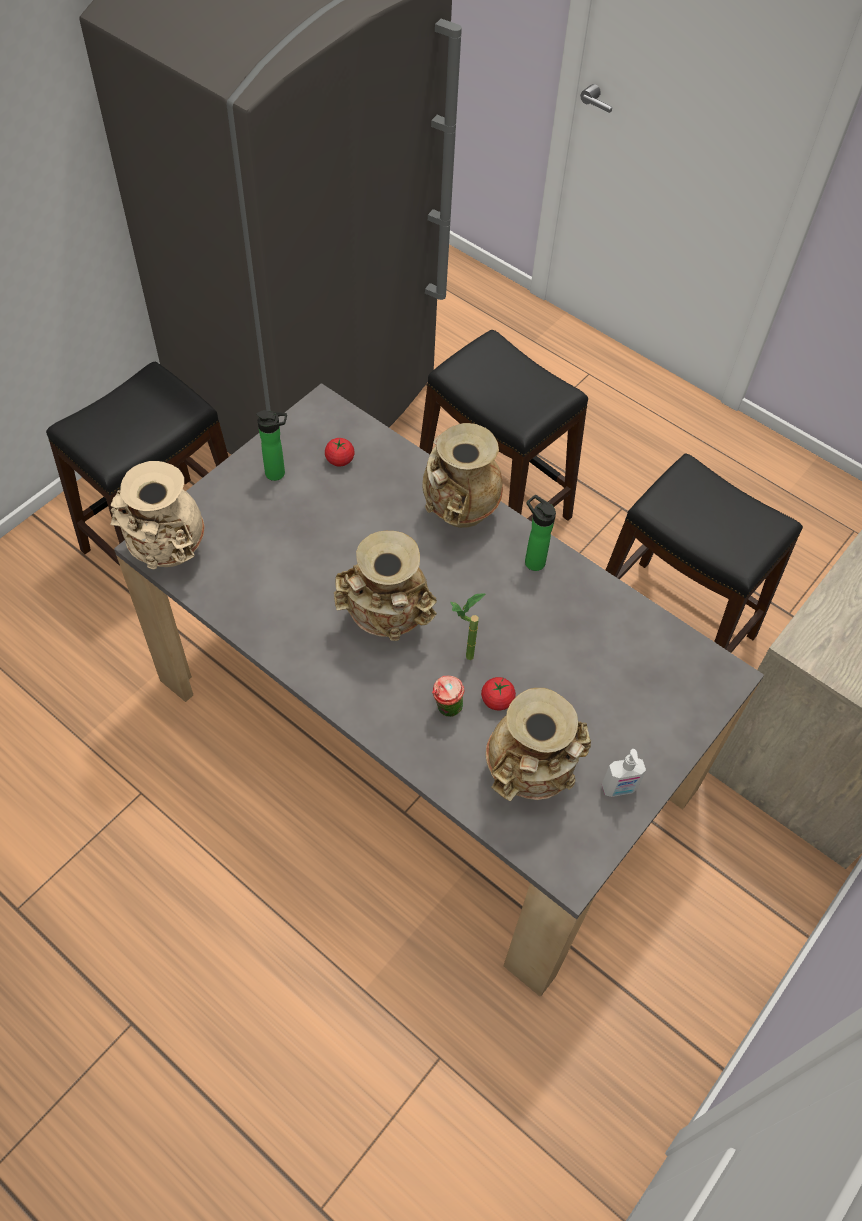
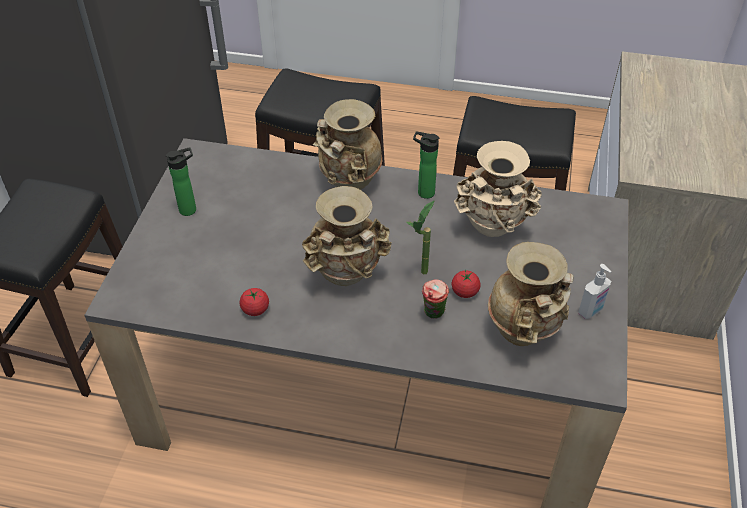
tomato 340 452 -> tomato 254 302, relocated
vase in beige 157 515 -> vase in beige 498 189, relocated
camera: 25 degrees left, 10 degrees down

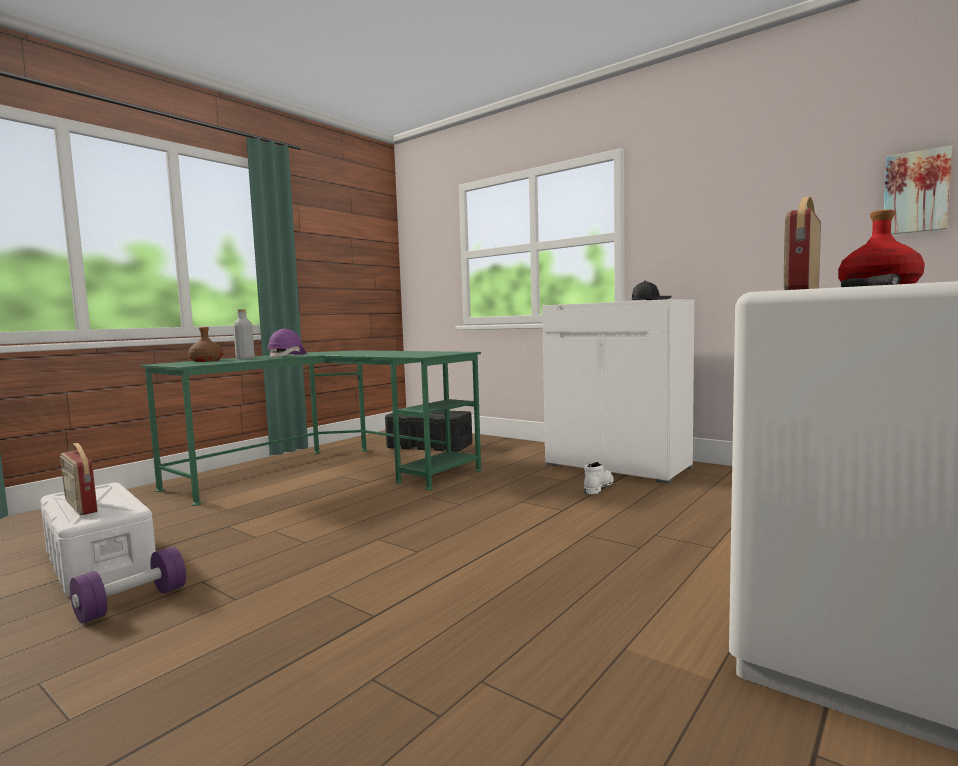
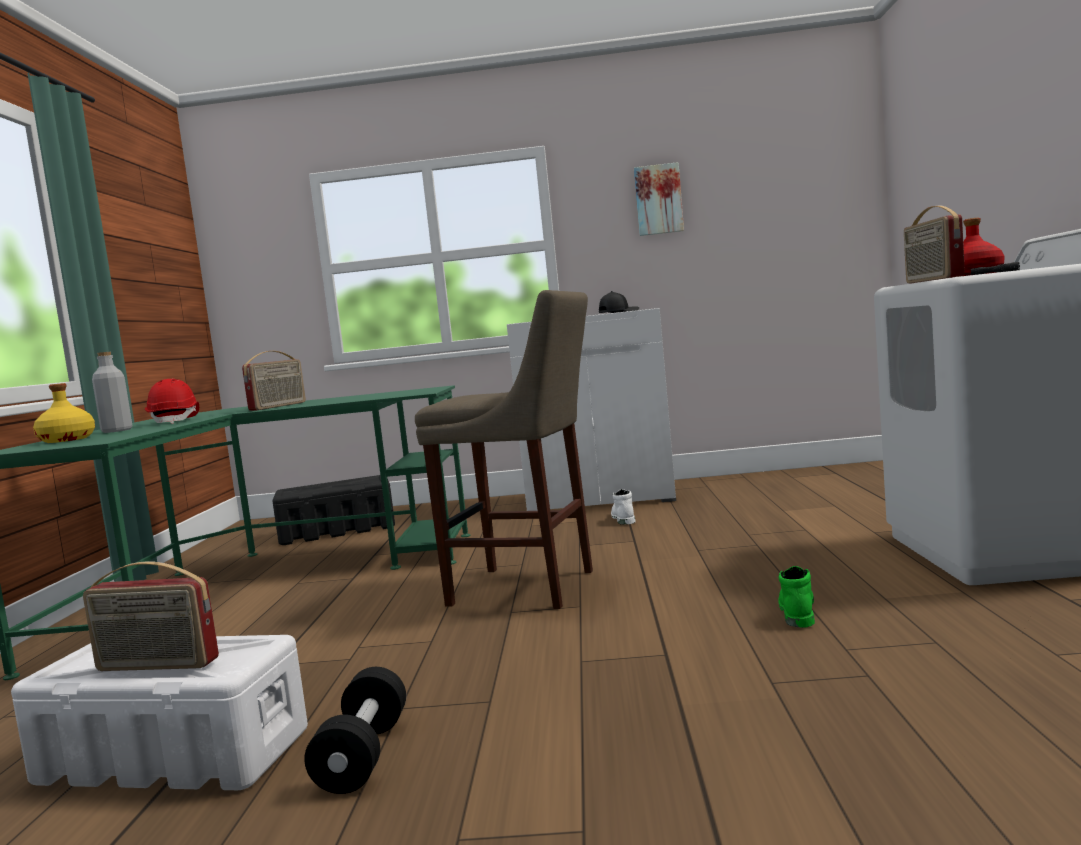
bottle in brown 205 344 -> bottle in yellow 64 413
hard hat in purple 286 343 -> hard hat in red 172 401
none -> radio 274 381
dumbbell in purple 128 585 -> dumbbell in black 355 730
none -> stool in beige 504 449
picture 918 189 -> picture 659 199, relocated
none -> boot in green 796 597
camera: 35 degrees left, 0 degrees up

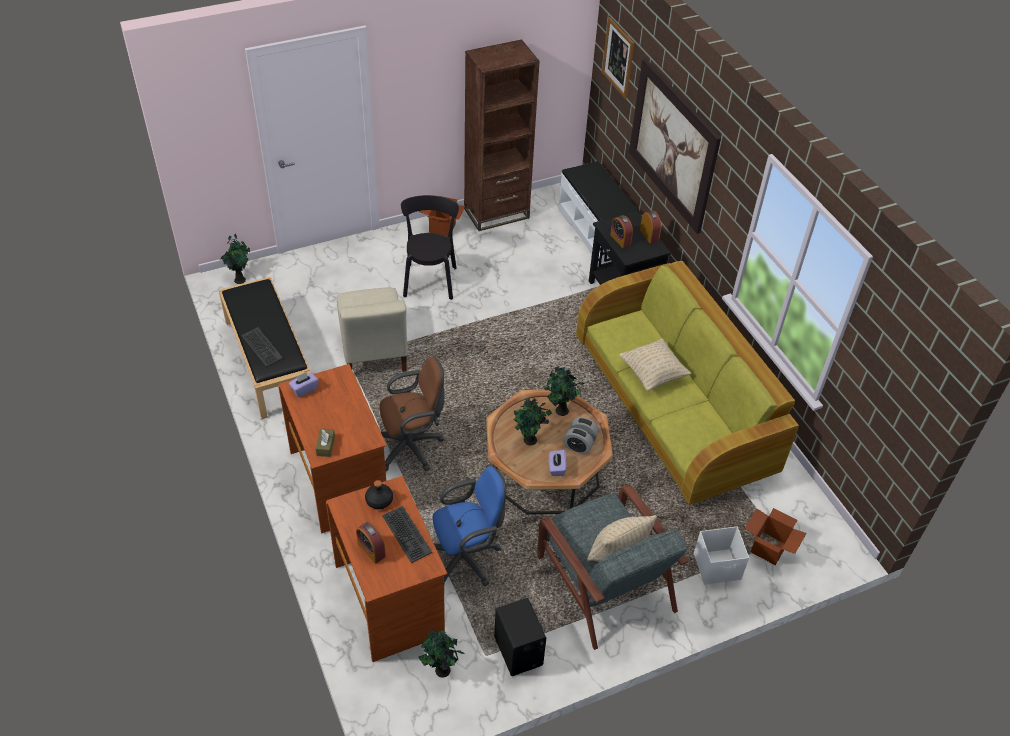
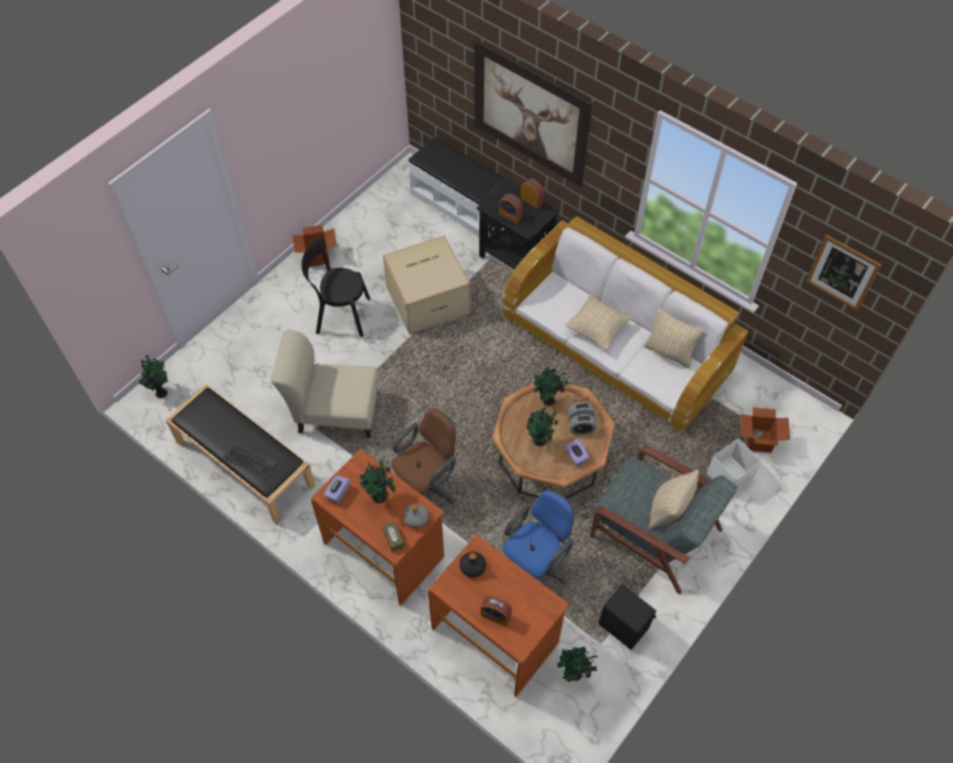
chair in beige 372 330 -> chair in beige 325 384, 135 degrees clockwise
chair in black 430 247 -> chair in black 335 287, 60 degrees counterclockwise
none -> potted plant 378 482
none -> cardboard box 426 285
none -> bottle in grey 416 516
sofa in green 687 383 -> sofa in white 625 324
none -> pillow in beige 674 339
picture 618 58 -> picture 844 273, relocated
keyboard 407 534 -> none
bookcase in brown 502 135 -> none
camera: 25 degrees left, 10 degrees up

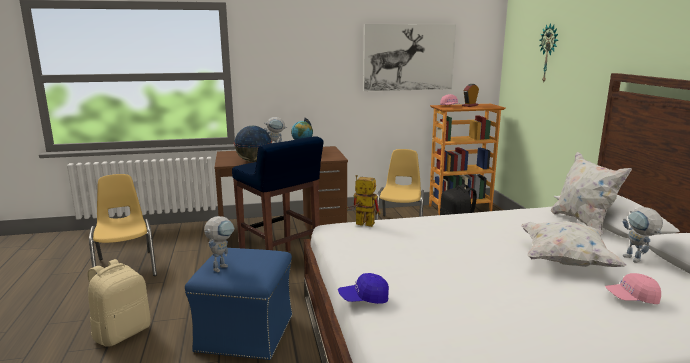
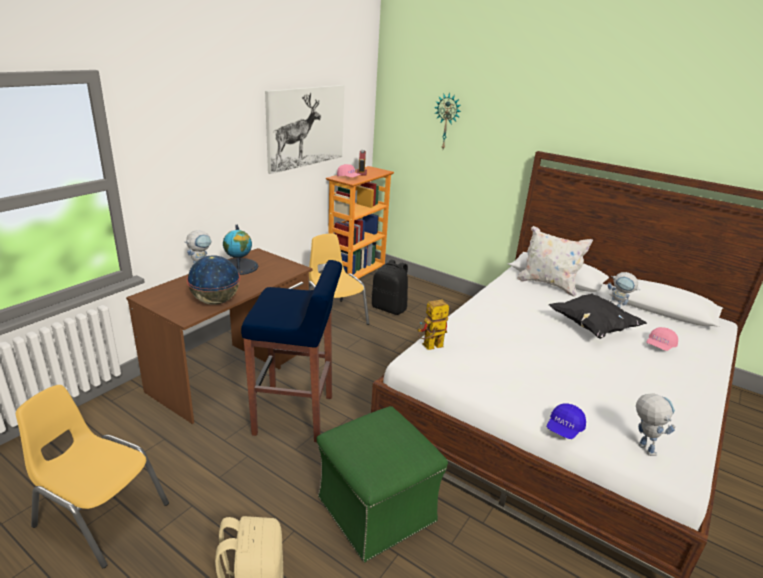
ottoman in blue 238 304 -> ottoman in green 382 484
pillow in white 573 244 -> pillow in black 598 316
toy robot 219 244 -> toy robot 656 424, relocated
camera: 45 degrees left, 10 degrees up

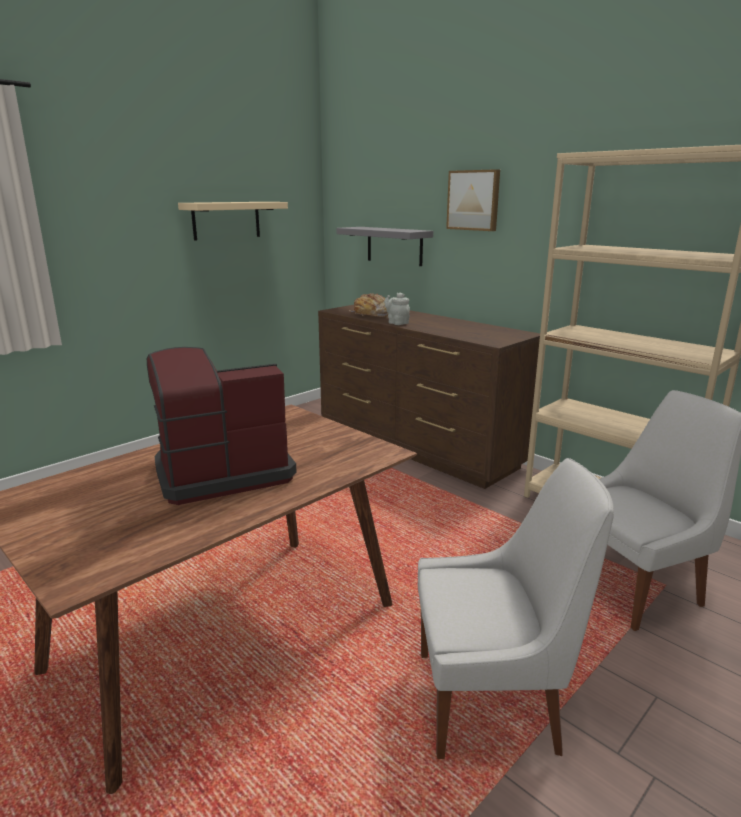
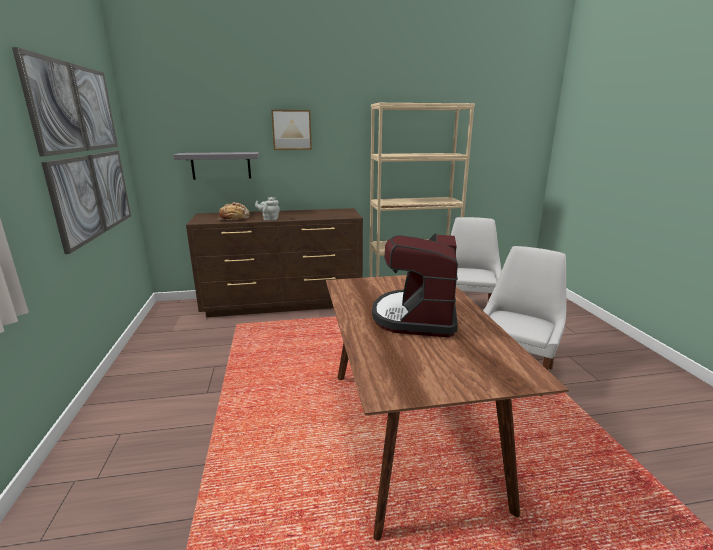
shelf in beige 233 221 -> picture 71 150
camera: 55 degrees left, 0 degrees up

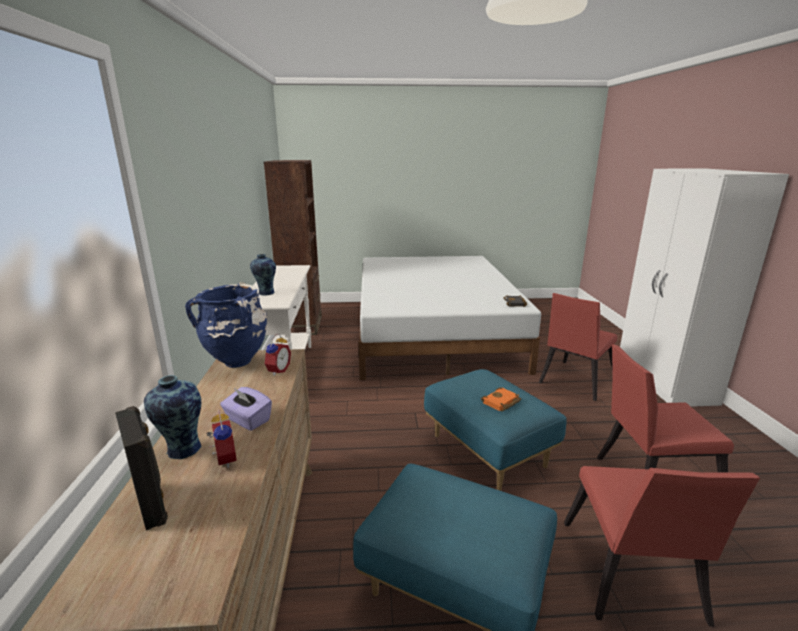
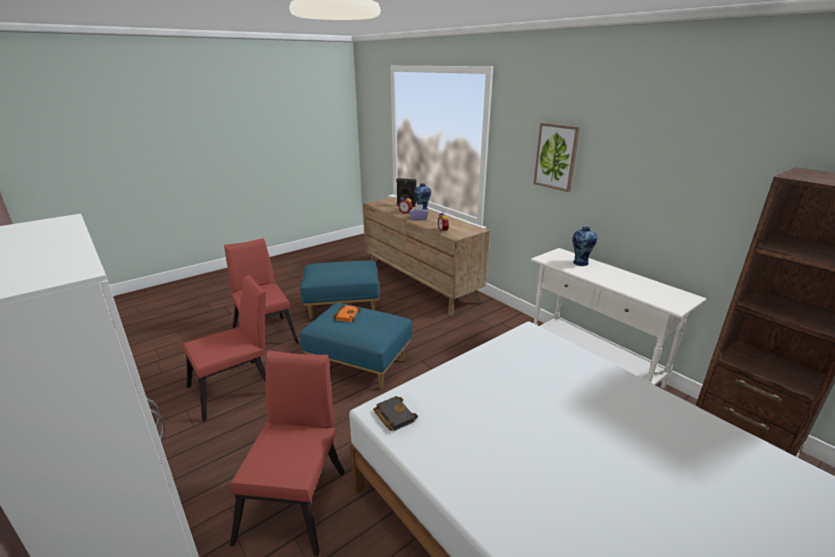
none -> picture 557 157
vase in blue 226 325 -> none
camera: 145 degrees right, 5 degrees up

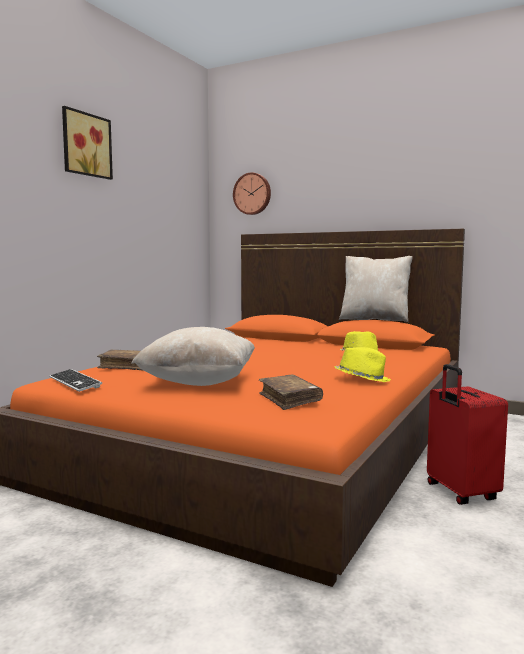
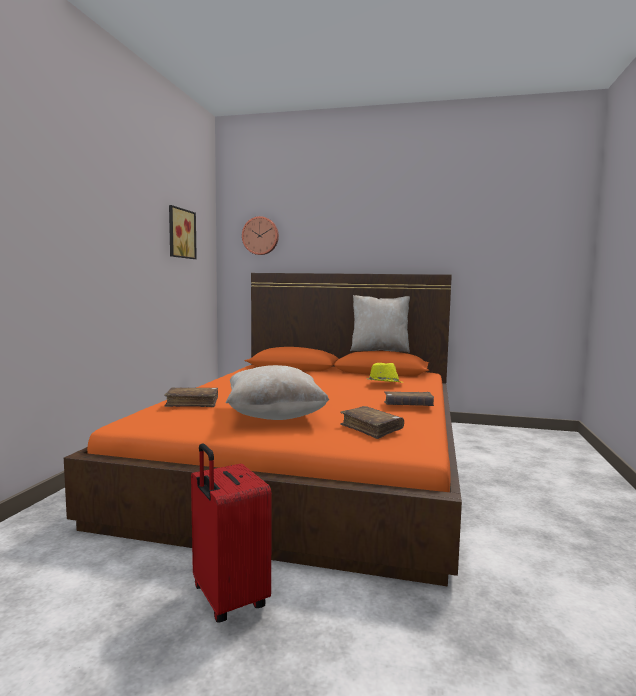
picture 87 143 -> picture 183 232, relocated
suitcase in red 467 434 -> suitcase in red 231 532, relocated
hat in yellow 362 364 -> book in brown 409 398
keyboard 76 380 -> none
camera: 15 degrees left, 0 degrees up

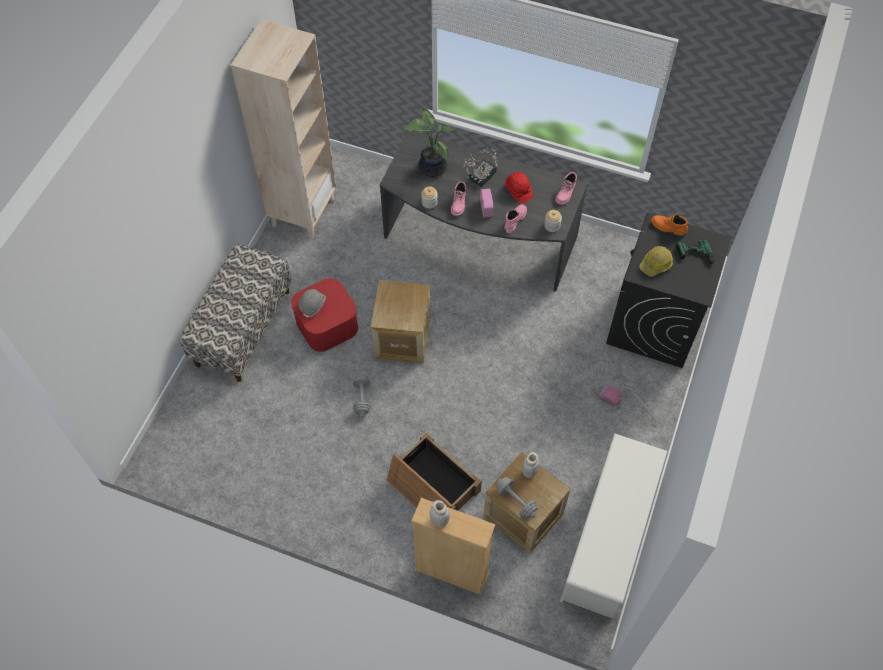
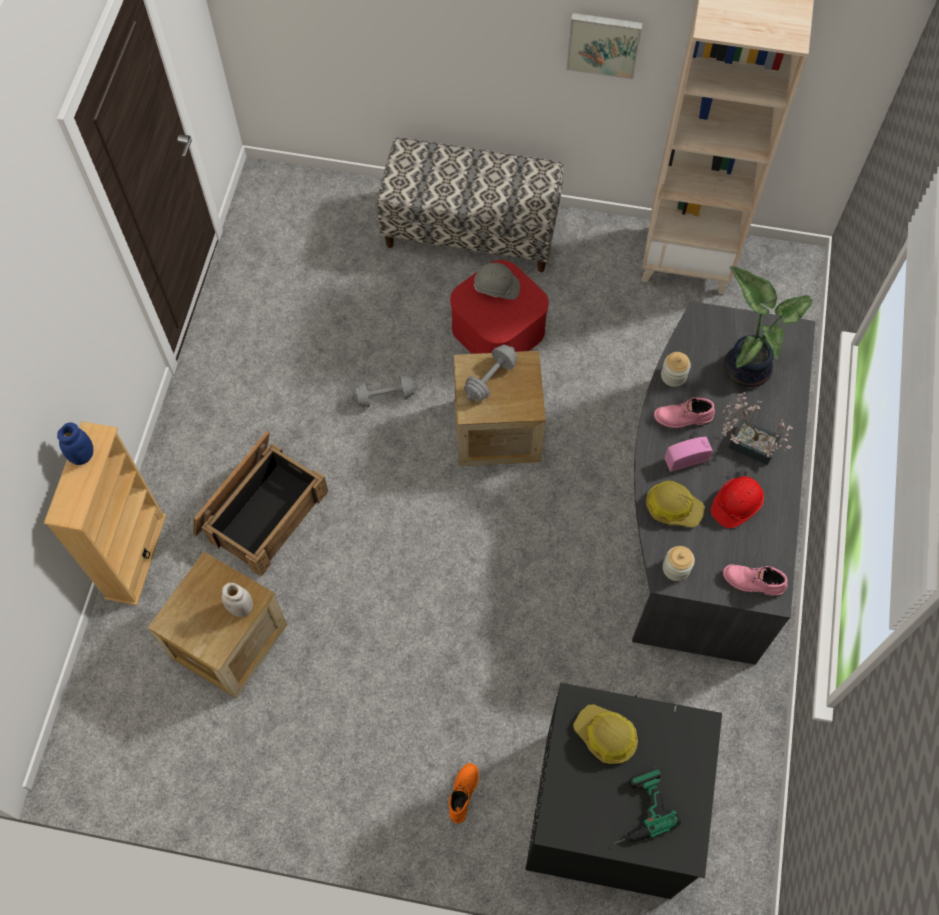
jar in white 440 513 -> jar in blue 75 443
boot in orange 669 225 -> boot in orange 464 793, relocated
dumbbell in grey 517 498 -> dumbbell in grey 490 373, relocated
none -> picture 604 46
boot in pink 515 218 -> hard hat 675 504
shoe rack in white 613 525 -> none
vacuum cleaner 630 406 -> none
camera: 80 degrees right, 5 degrees up

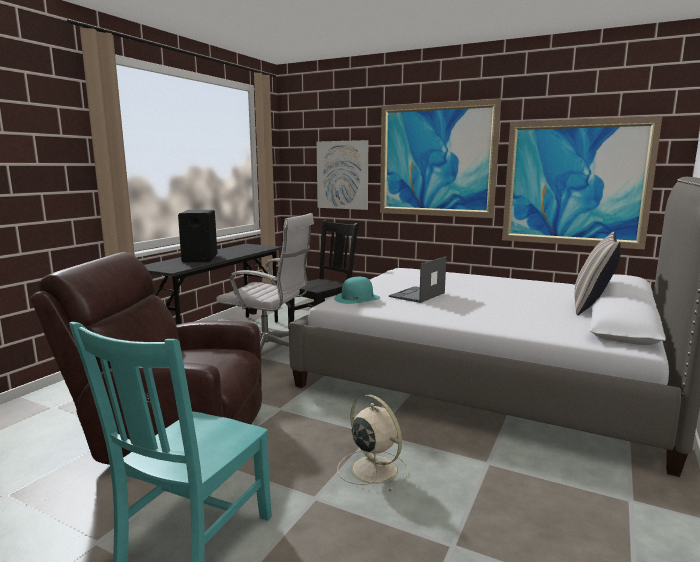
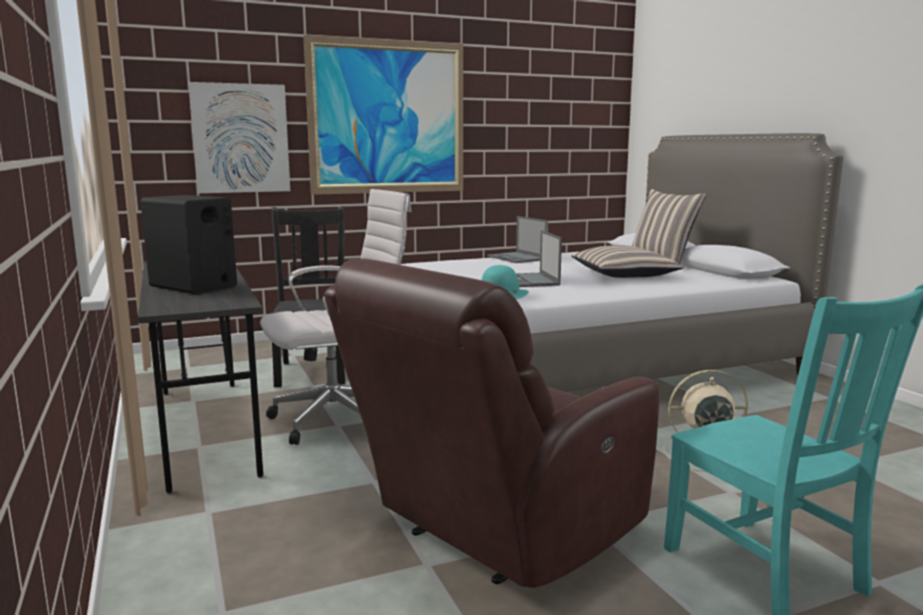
none -> laptop 517 239
none -> pillow 627 262
picture 582 183 -> none
camera: 50 degrees left, 0 degrees up

